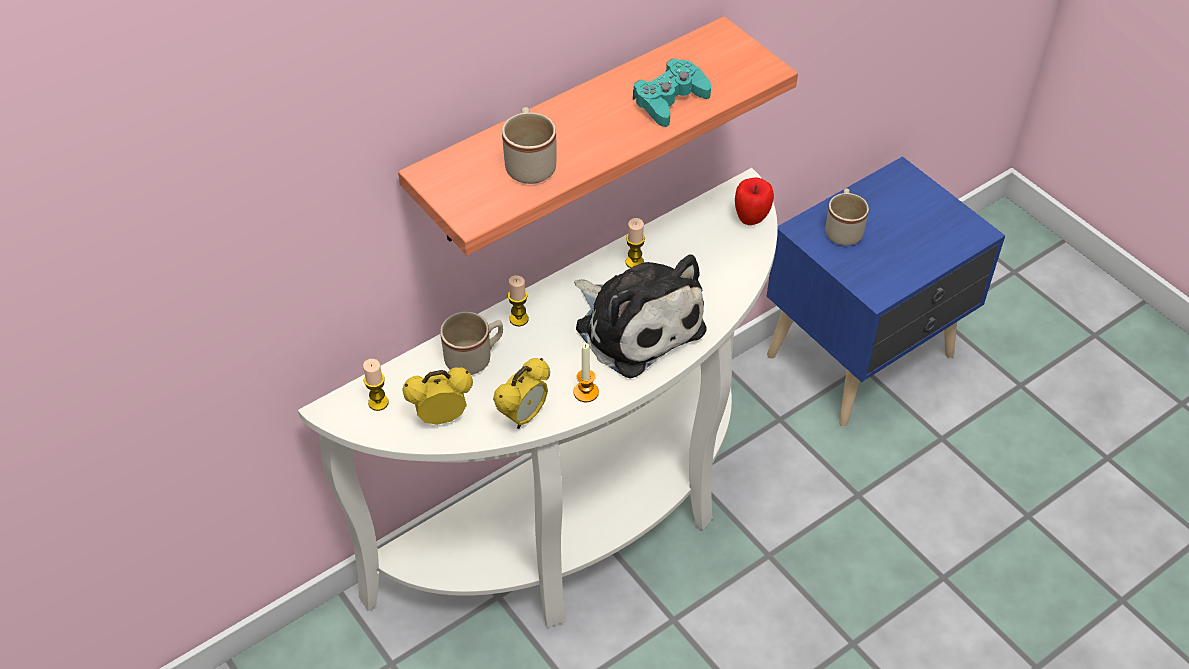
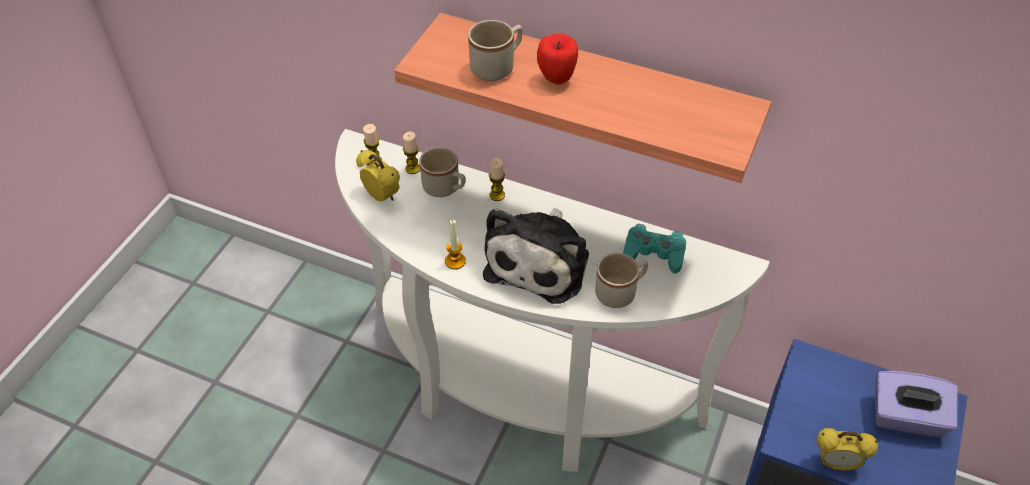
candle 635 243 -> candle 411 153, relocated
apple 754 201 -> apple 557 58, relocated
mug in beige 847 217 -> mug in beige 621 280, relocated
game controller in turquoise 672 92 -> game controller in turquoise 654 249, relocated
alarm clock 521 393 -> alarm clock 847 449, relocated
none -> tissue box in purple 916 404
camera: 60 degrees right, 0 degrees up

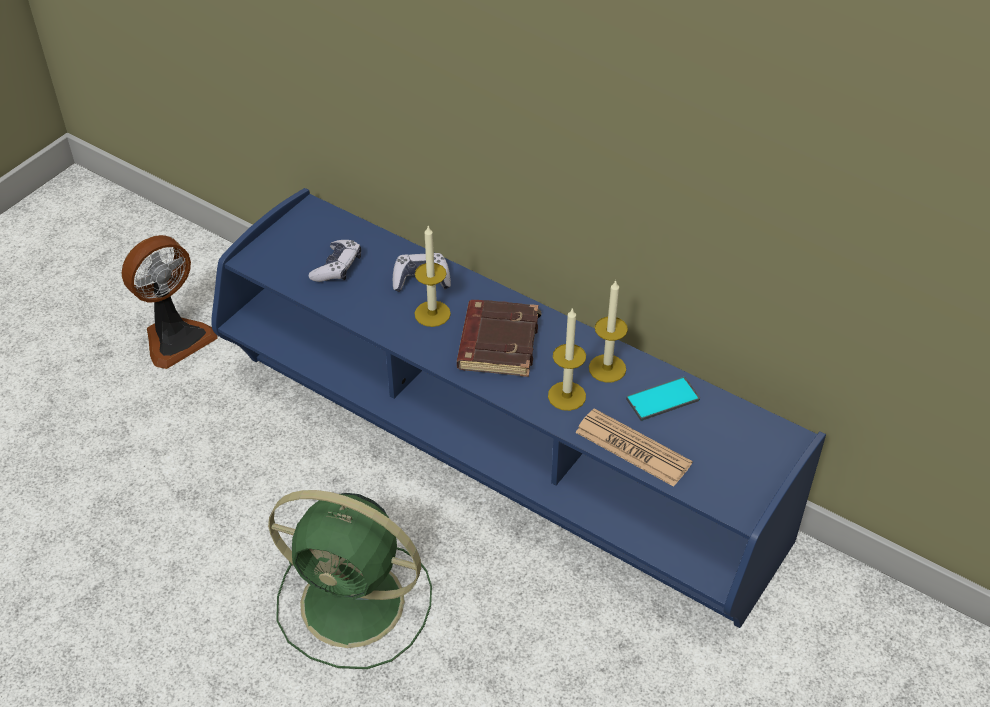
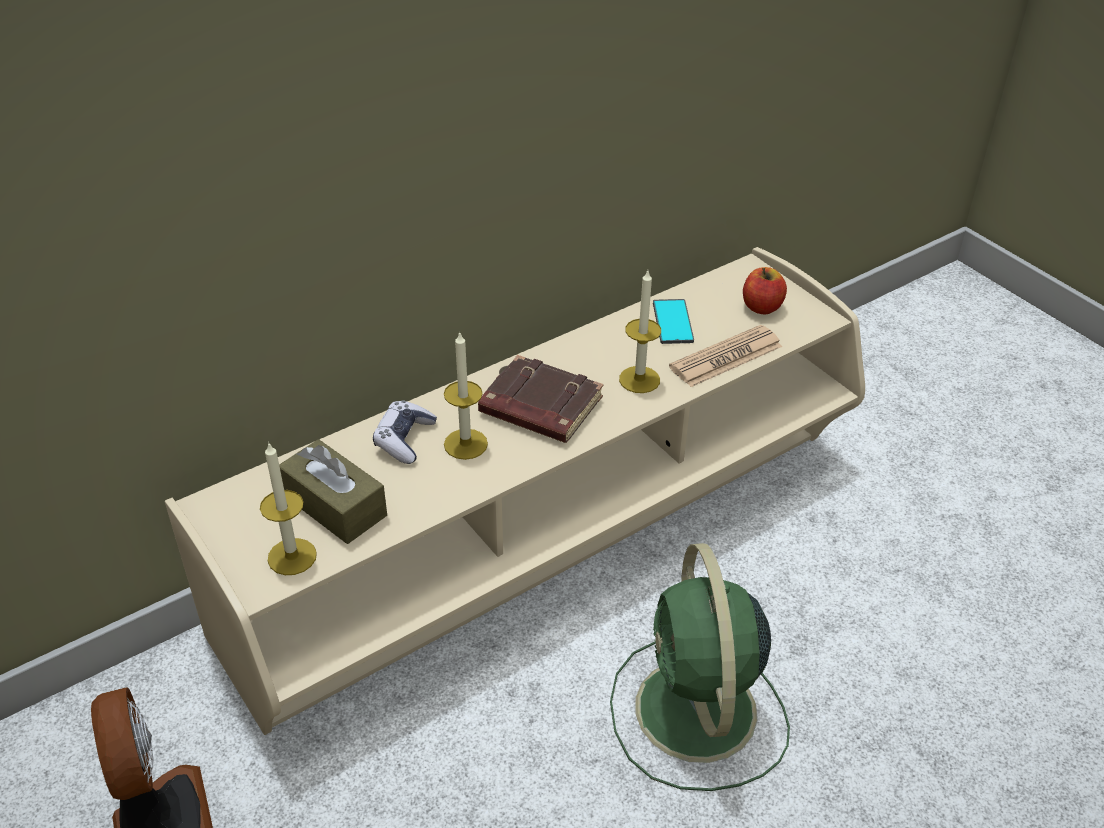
tv stand in blue 518 408 -> tv stand in beige 515 491
candle 608 331 -> candle 288 508, relocated
game controller 335 261 -> tissue box in brown 333 491
fan in green 350 579 -> fan in green 700 667, 135 degrees clockwise
none -> apple 765 291
camera: 70 degrees left, 5 degrees down

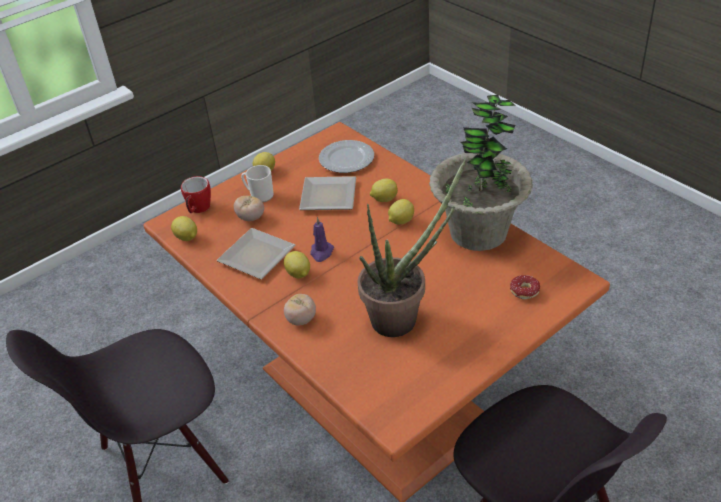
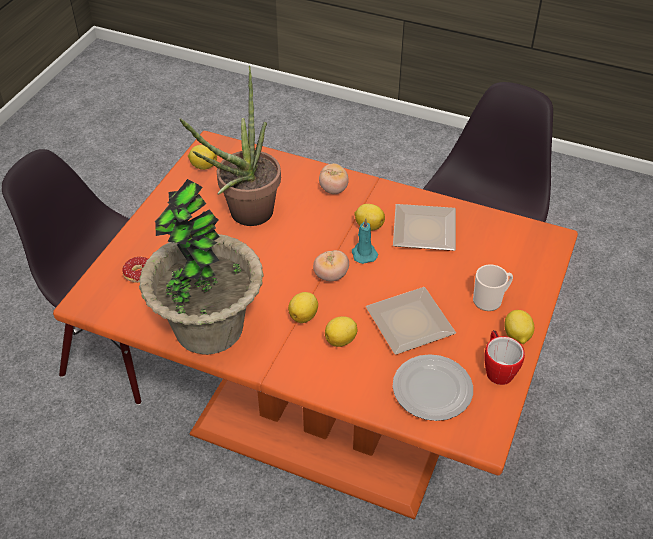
lemon 184 228 -> lemon 202 157, relocated
tomato 249 208 -> tomato 331 265, relocated
candle in purple 322 239 -> candle in turquoise 365 241
mug 196 194 -> mug 504 357, relocated
camera: 150 degrees right, 5 degrees up

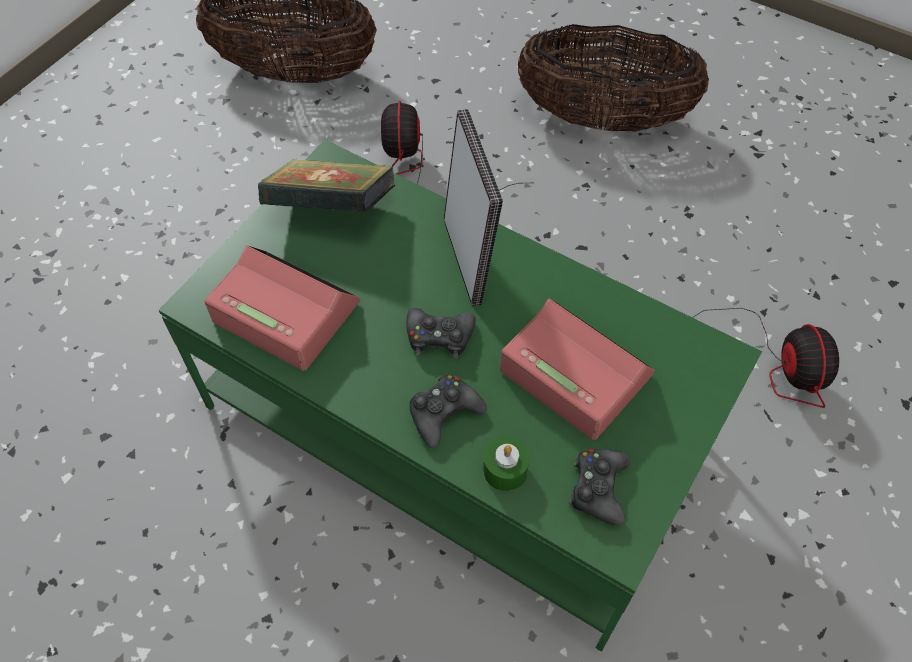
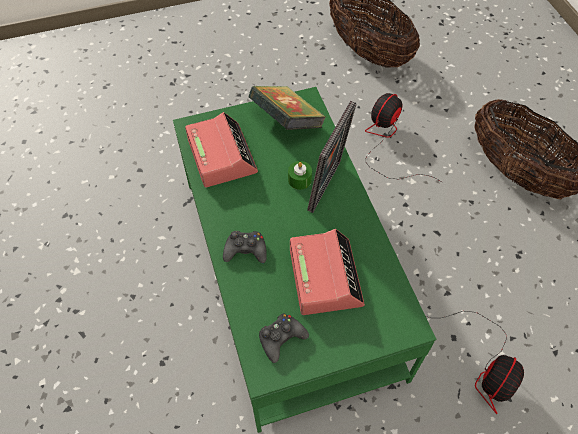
candle in green 506 464 -> candle in green 300 175, relocated
game controller in black 441 333 -> none
camera: 40 degrees right, 0 degrees up

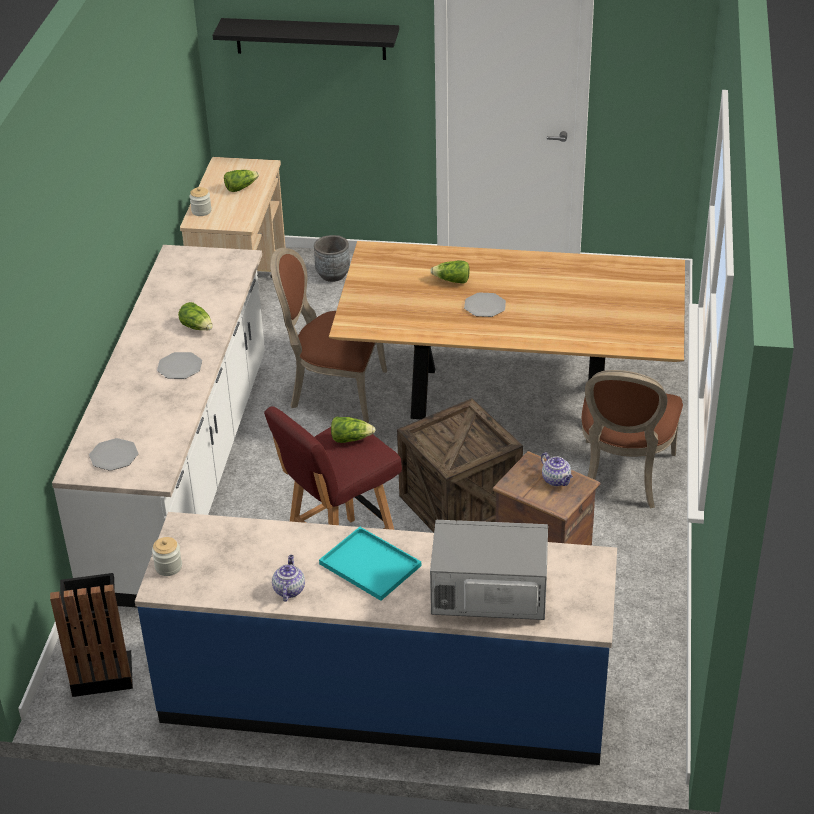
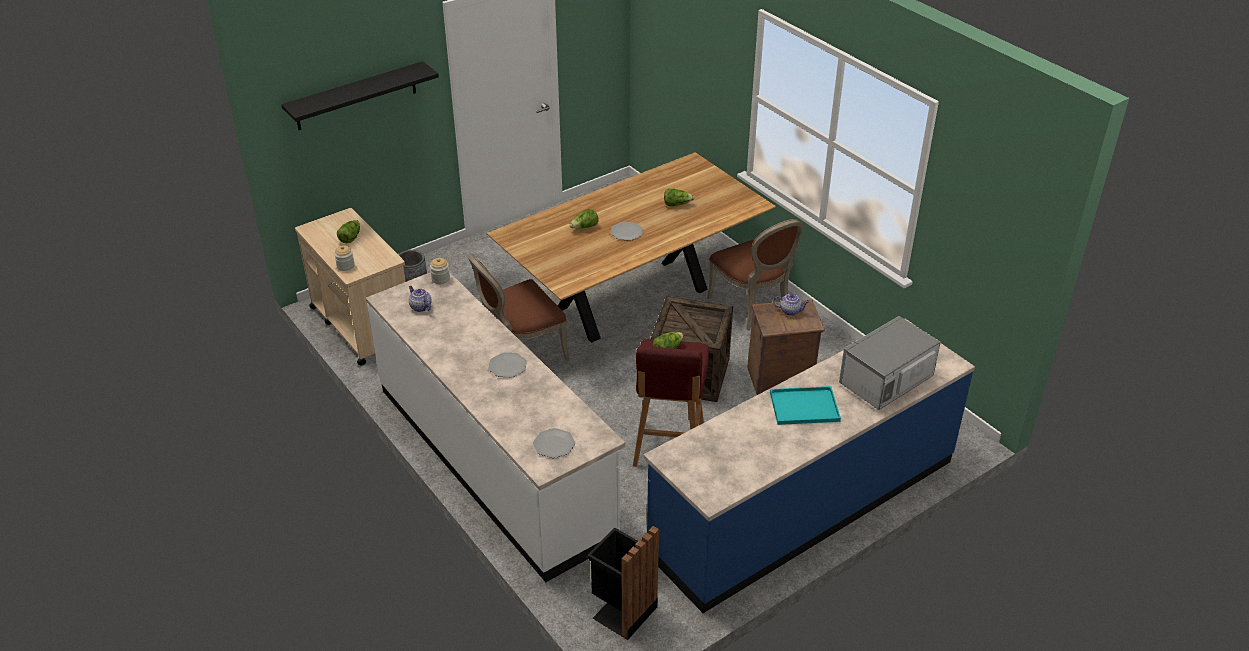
teapot 288 578 -> teapot 420 299, relocated
jar 167 556 -> jar 440 271, relocated
lettuce 195 316 -> lettuce 679 197, relocated
camera: 45 degrees left, 0 degrees up

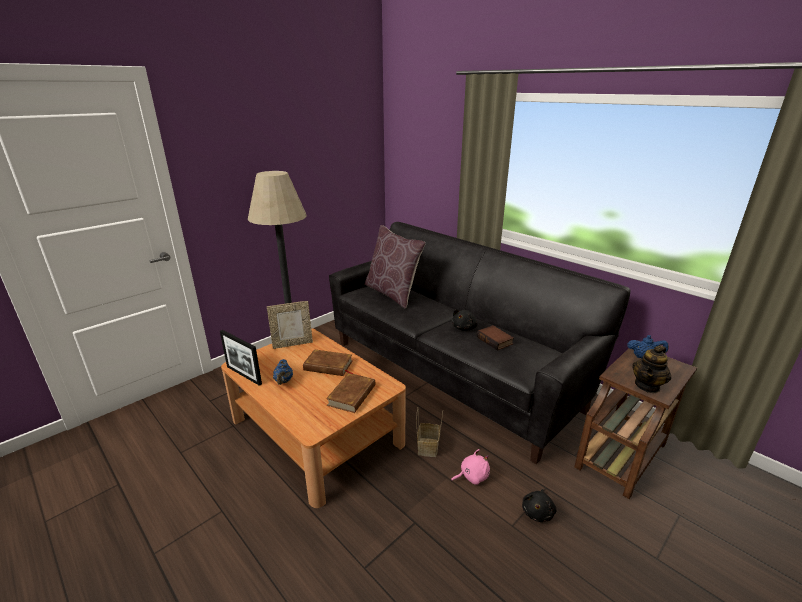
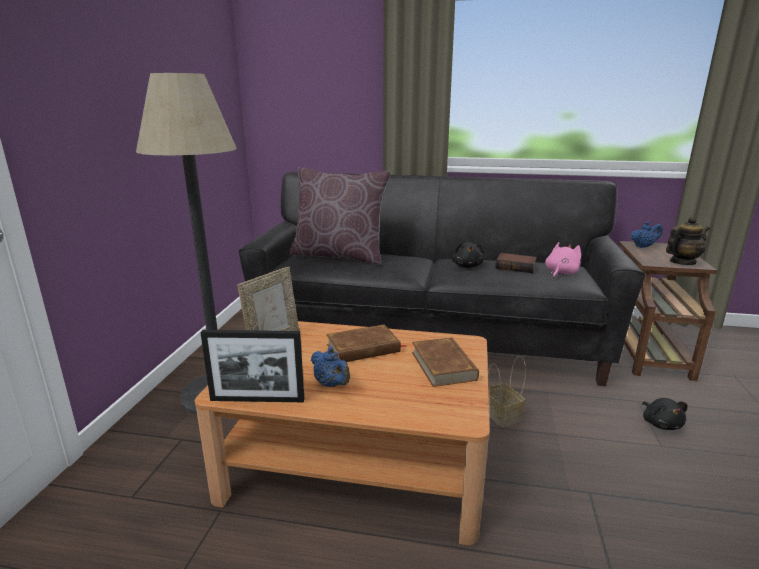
plush toy in pink 470 467 -> plush toy in pink 563 260, relocated
teapot 651 369 -> teapot 688 240, 120 degrees counterclockwise
camera: 35 degrees left, 5 degrees down

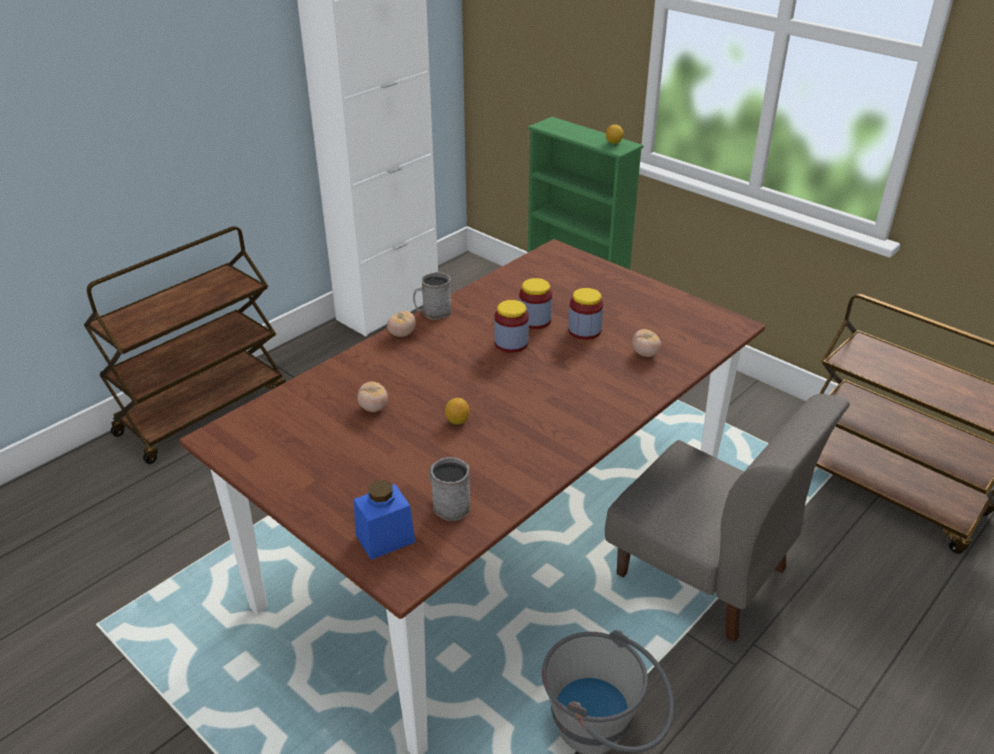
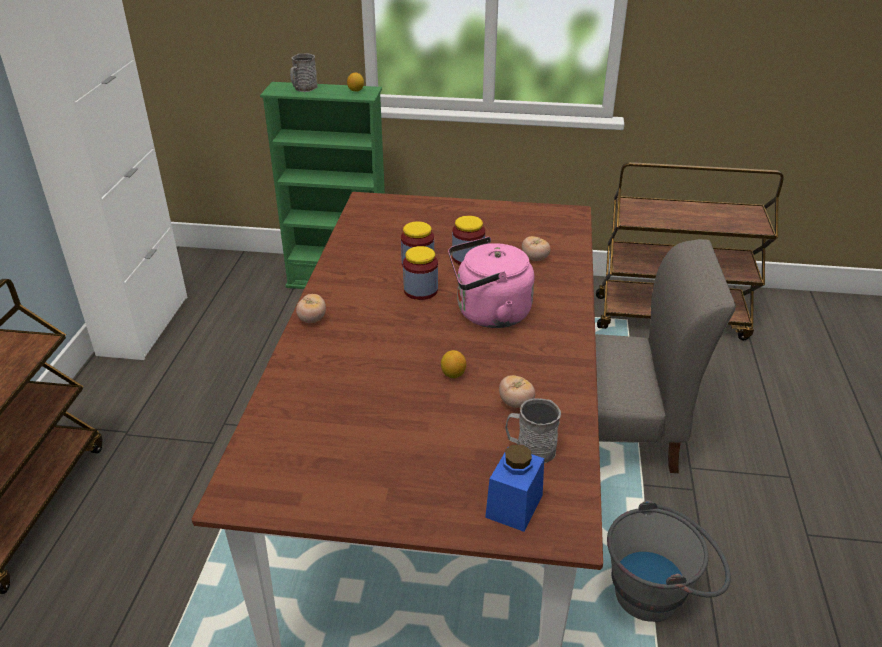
mug in grey 432 296 -> mug in grey 304 72, relocated
none -> kettle in pink 491 282
tomato 372 396 -> tomato 517 391, relocated
camera: 35 degrees left, 0 degrees up

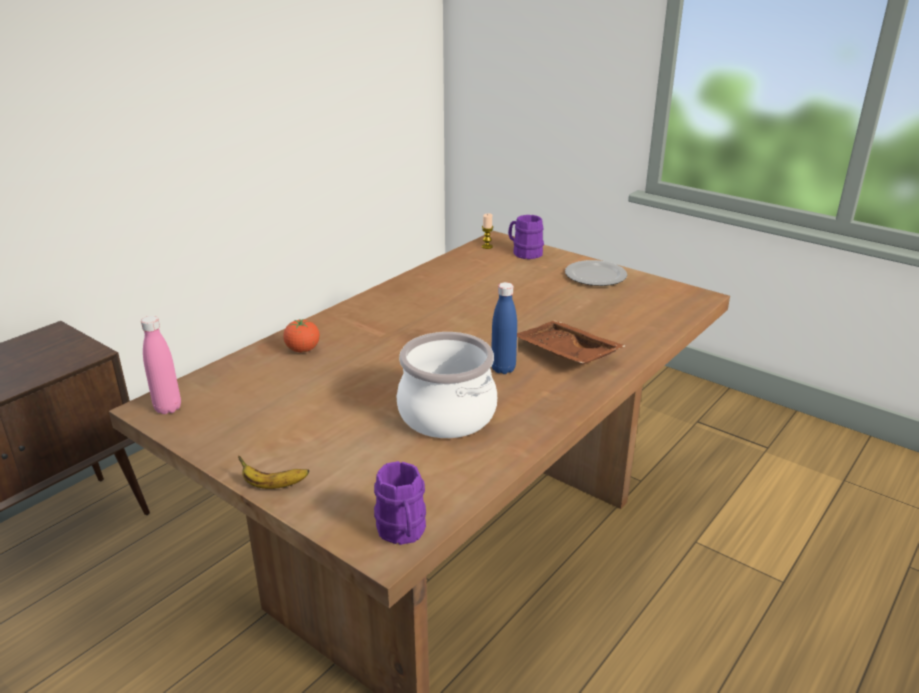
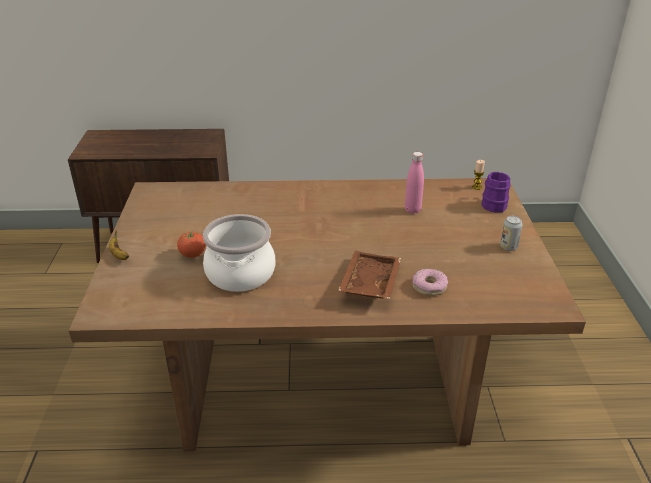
tomato 301 335 -> tomato 191 245, relocated
bottle in pink 161 365 -> bottle in pink 414 183, relocated
none -> donut 430 282
plate 596 273 -> can 511 233
mug in purple 400 503 -> none
bottle in blue 504 328 -> none
camera: 50 degrees right, 5 degrees up

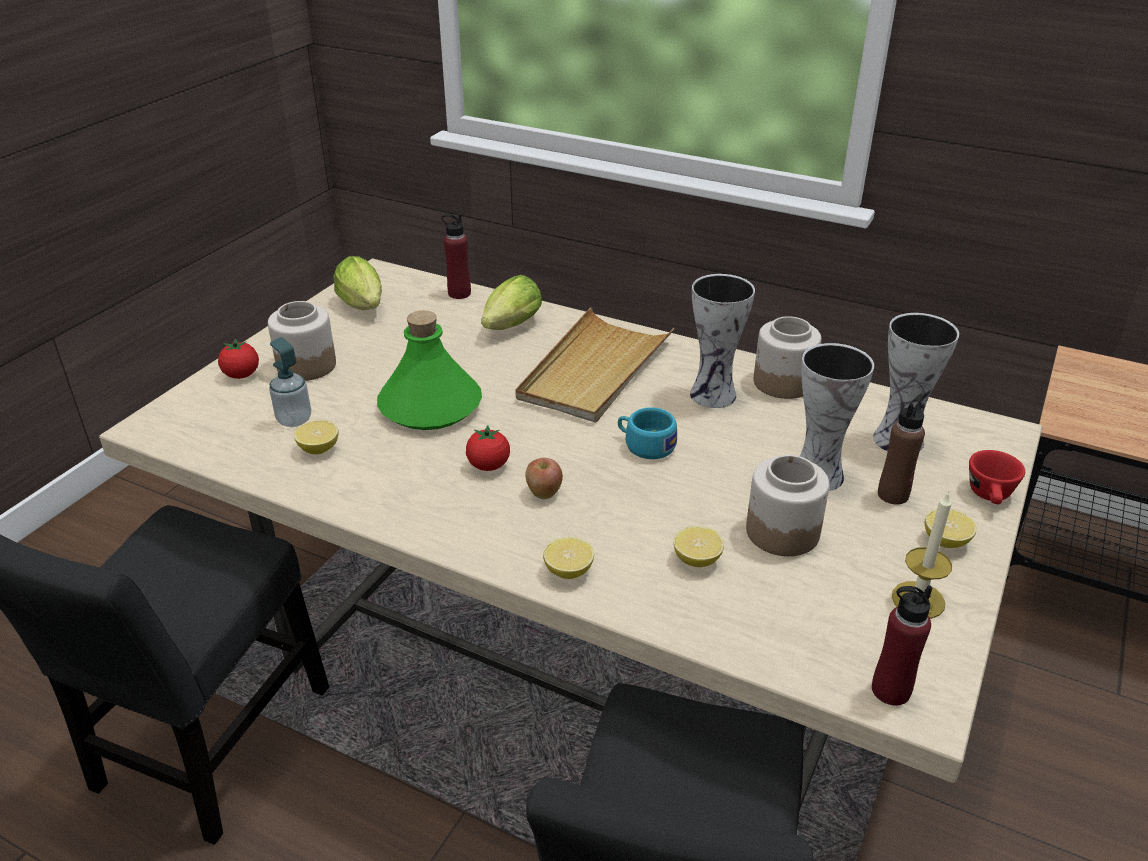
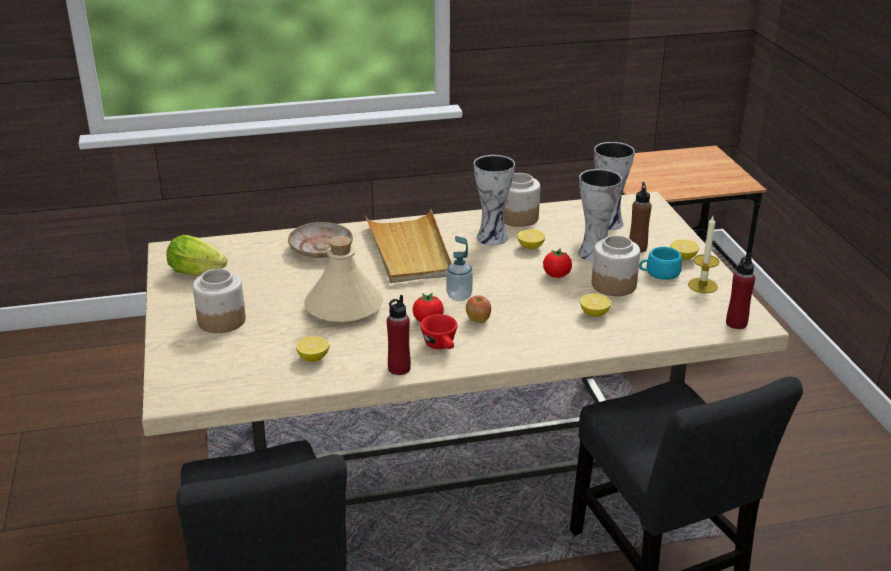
lettuce 511 302 -> plate in beige 320 240
bottle in green 429 370 -> bottle in beige 343 280
bottle in red 456 256 -> bottle in red 399 335, relocated
cup in red 997 477 -> cup in red 438 331, relocated
soap dispenser 290 382 -> soap dispenser 459 268, relocated
lemon 568 558 -> lemon 531 239, relocated
tomato 238 359 -> tomato 557 263, relocated
cup in turquoise 647 433 -> cup in turquoise 660 263, relocated
camera: 40 degrees left, 5 degrees down

